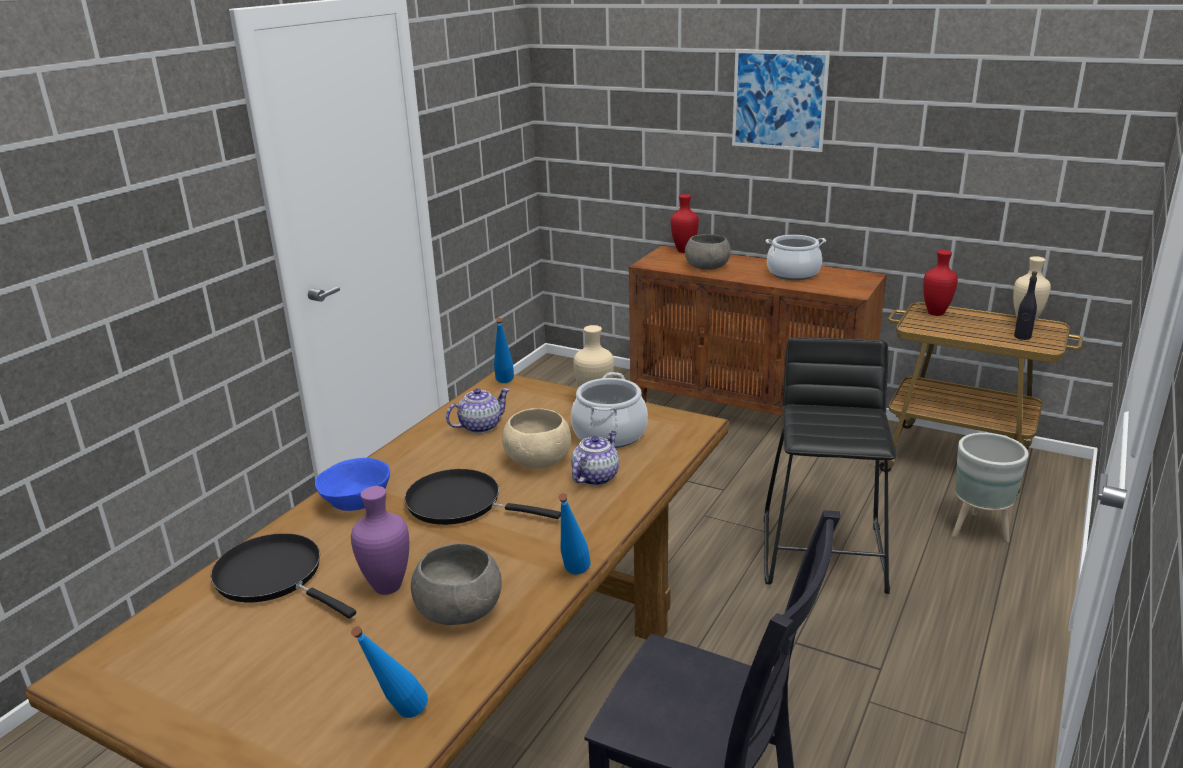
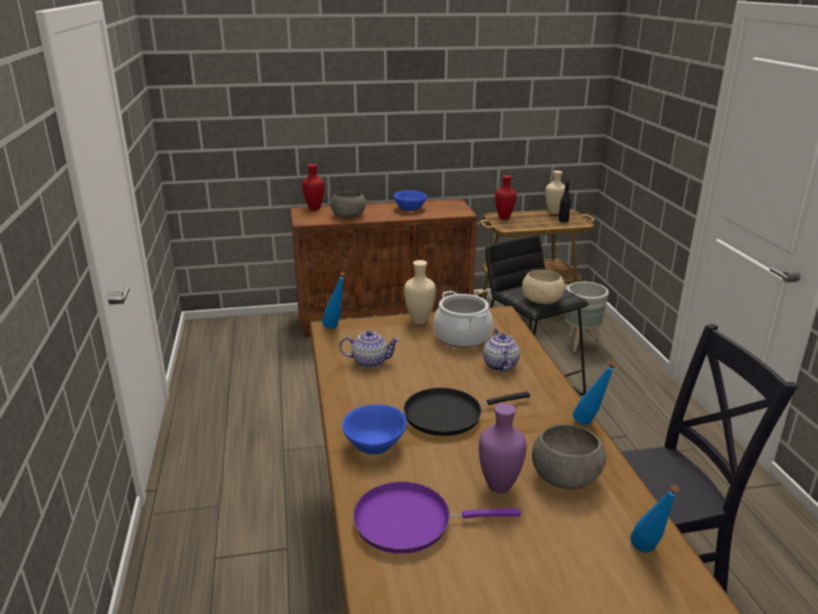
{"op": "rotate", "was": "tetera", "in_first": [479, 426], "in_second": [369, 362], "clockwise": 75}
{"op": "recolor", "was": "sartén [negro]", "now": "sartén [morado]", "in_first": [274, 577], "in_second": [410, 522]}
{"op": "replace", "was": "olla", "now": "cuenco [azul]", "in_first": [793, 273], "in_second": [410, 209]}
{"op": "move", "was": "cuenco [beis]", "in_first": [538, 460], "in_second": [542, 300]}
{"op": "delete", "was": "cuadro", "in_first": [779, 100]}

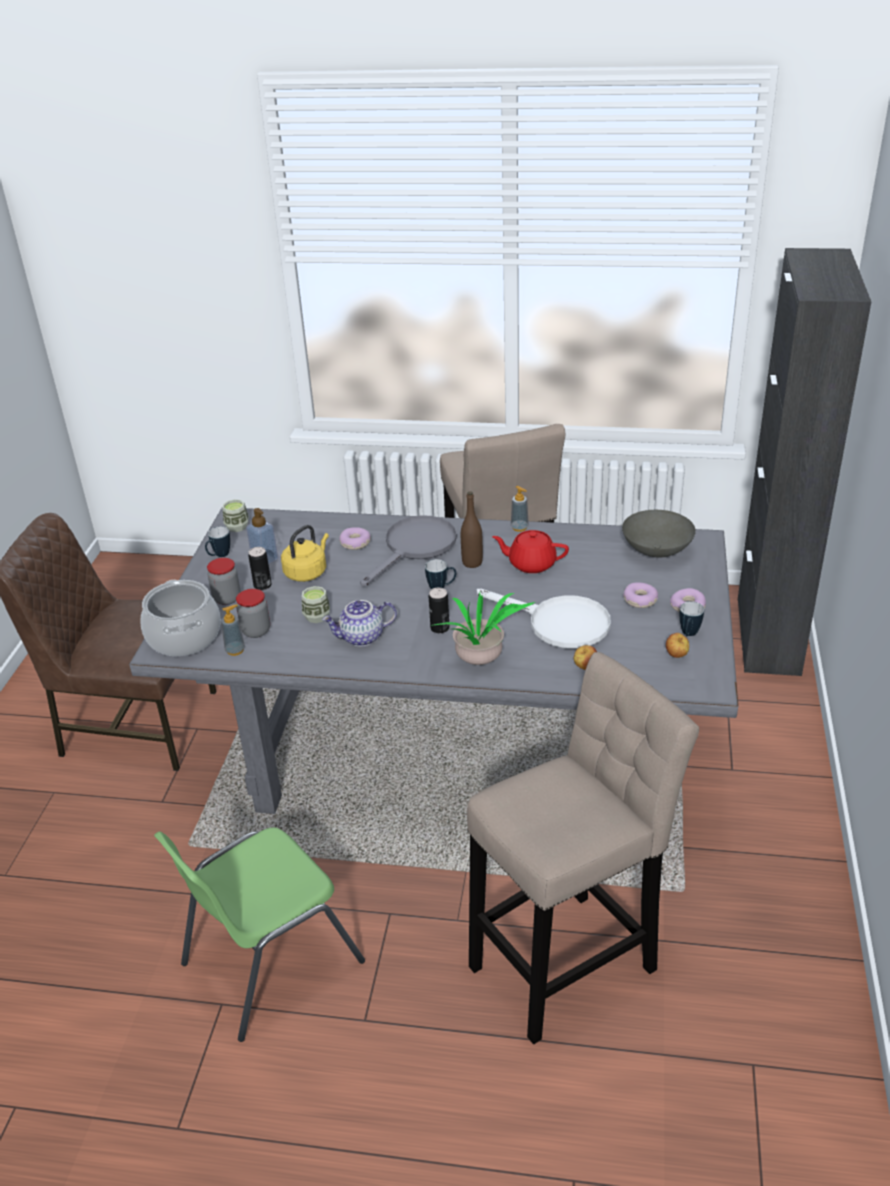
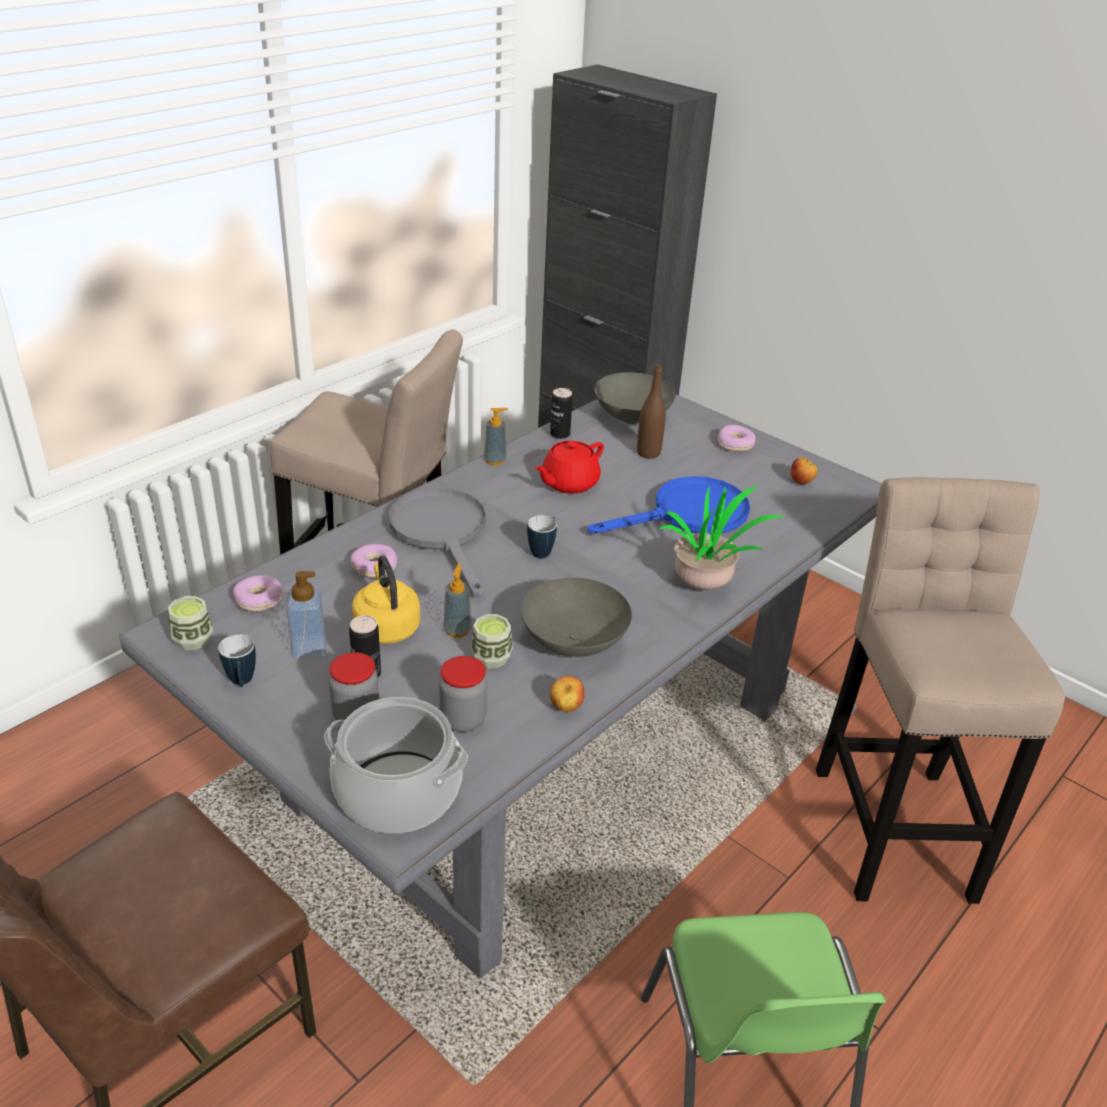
{"op": "move", "was": "rosquilla", "in_first": [640, 600], "in_second": [259, 600]}
{"op": "move", "was": "dispensador de jabón", "in_first": [235, 650], "in_second": [457, 630]}
{"op": "replace", "was": "tetera", "now": "cuenco [gris]", "in_first": [362, 638], "in_second": [575, 643]}
{"op": "move", "was": "lata", "in_first": [440, 628], "in_second": [560, 434]}
{"op": "move", "was": "manzana", "in_first": [585, 667], "in_second": [566, 708]}
{"op": "recolor", "was": "sartén [blanco]", "now": "sartén [azul]", "in_first": [558, 624], "in_second": [688, 515]}
{"op": "move", "was": "botella [marrón]", "in_first": [472, 563], "in_second": [648, 453]}
{"op": "delete", "was": "taza grande", "in_first": [688, 635]}

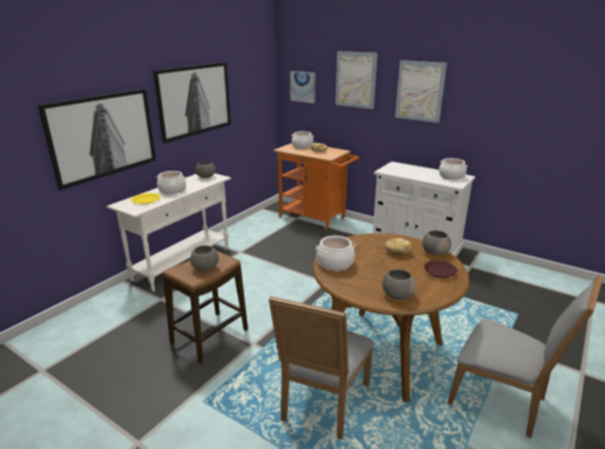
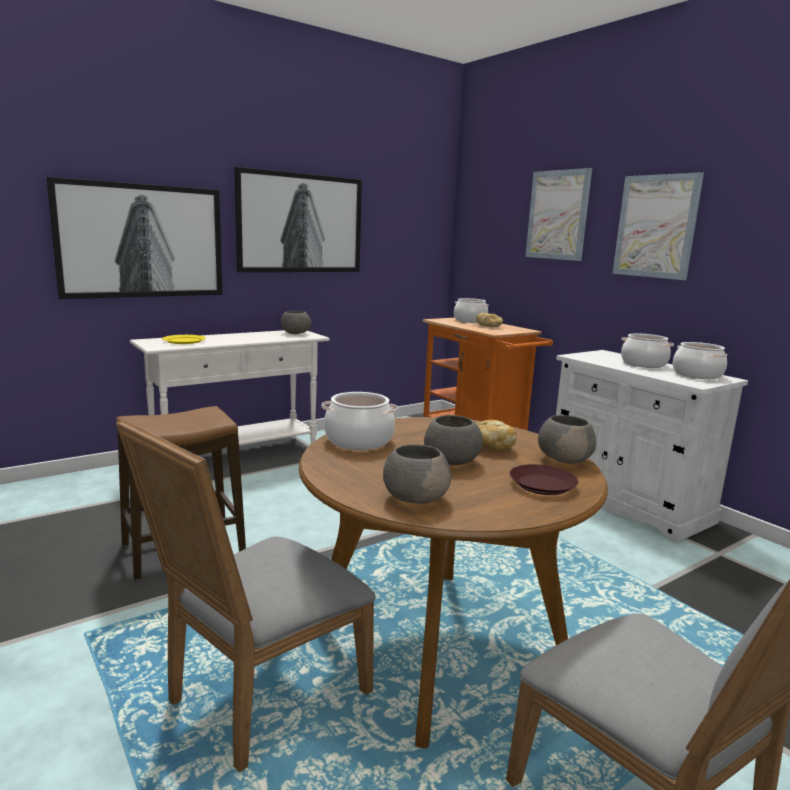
{"op": "move", "was": "cuenco [gris]", "in_first": [205, 268], "in_second": [450, 461]}
{"op": "move", "was": "olla", "in_first": [172, 190], "in_second": [643, 364]}
{"op": "delete", "was": "cuadro", "in_first": [303, 87]}

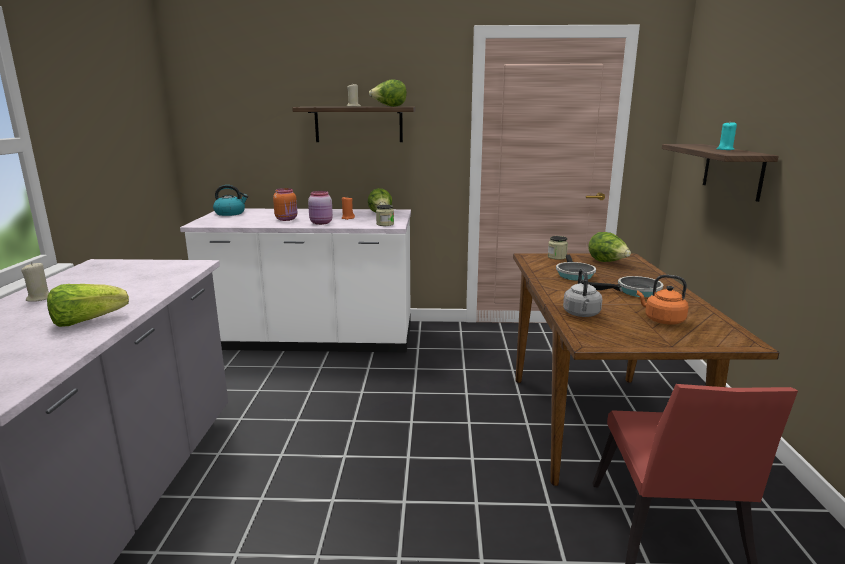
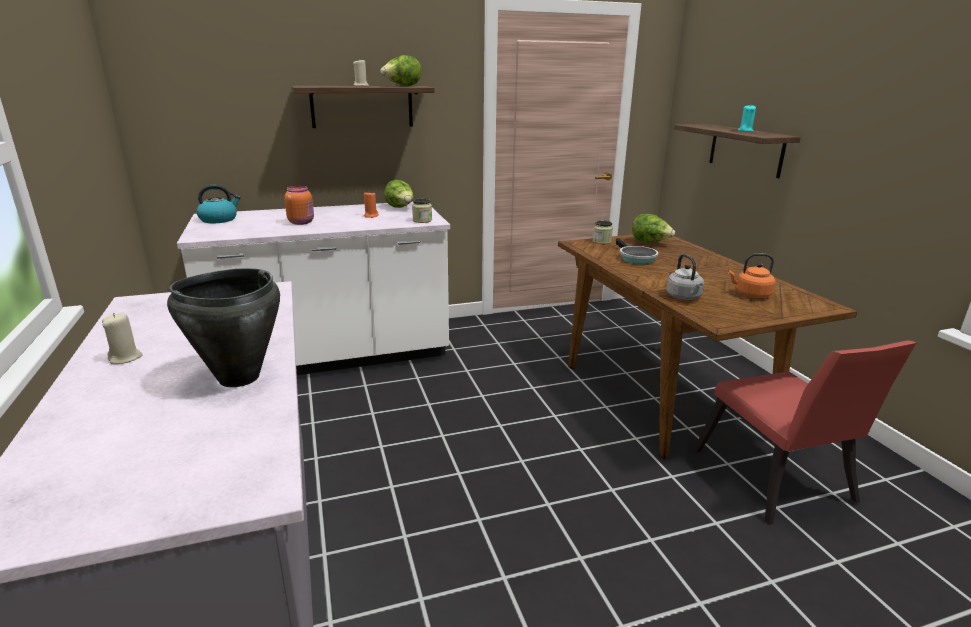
{"op": "replace", "was": "lechuga", "now": "olla [negro]", "in_first": [87, 321], "in_second": [238, 378]}
{"op": "delete", "was": "tarro [rosa]", "in_first": [321, 223]}
{"op": "delete", "was": "sartén", "in_first": [635, 291]}

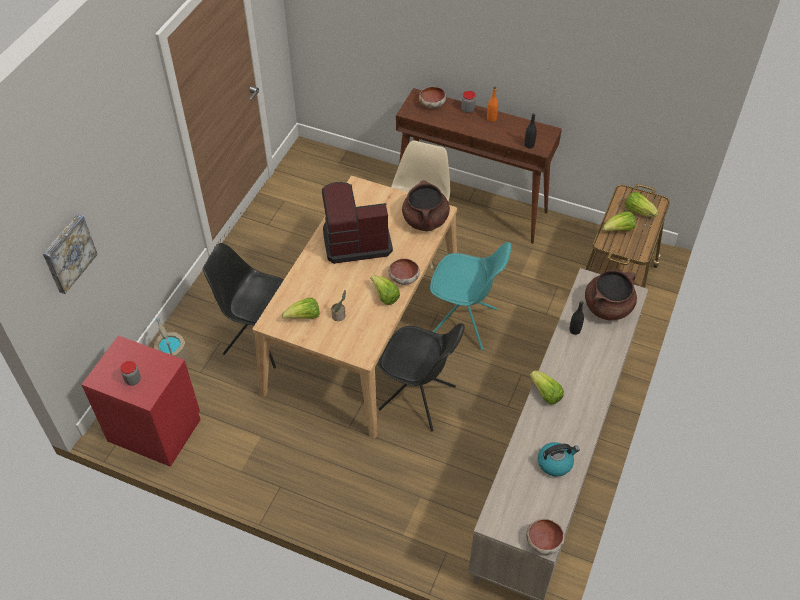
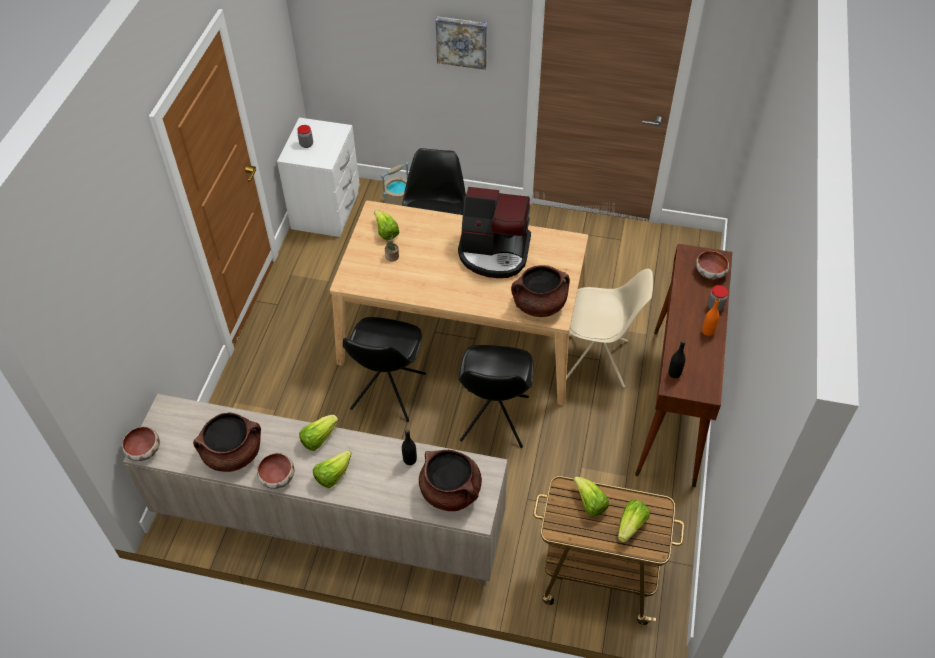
{"op": "replace", "was": "hervidor", "now": "olla [marrón]", "in_first": [555, 463], "in_second": [233, 453]}
{"op": "move", "was": "cuenco", "in_first": [404, 277], "in_second": [278, 478]}
{"op": "recolor", "was": "mesita de noche [rojo]", "now": "mesita de noche [blanco]", "in_first": [155, 428], "in_second": [327, 211]}
{"op": "move", "was": "lechuga", "in_first": [385, 296], "in_second": [333, 475]}
{"op": "move", "was": "cuadro", "in_first": [68, 253], "in_second": [462, 41]}
{"op": "rotate", "was": "cafetera", "in_first": [355, 240], "in_second": [494, 253], "clockwise": 120}
{"op": "recolor", "was": "silla [turquesa]", "now": "silla [negro]", "in_first": [464, 323], "in_second": [494, 420]}

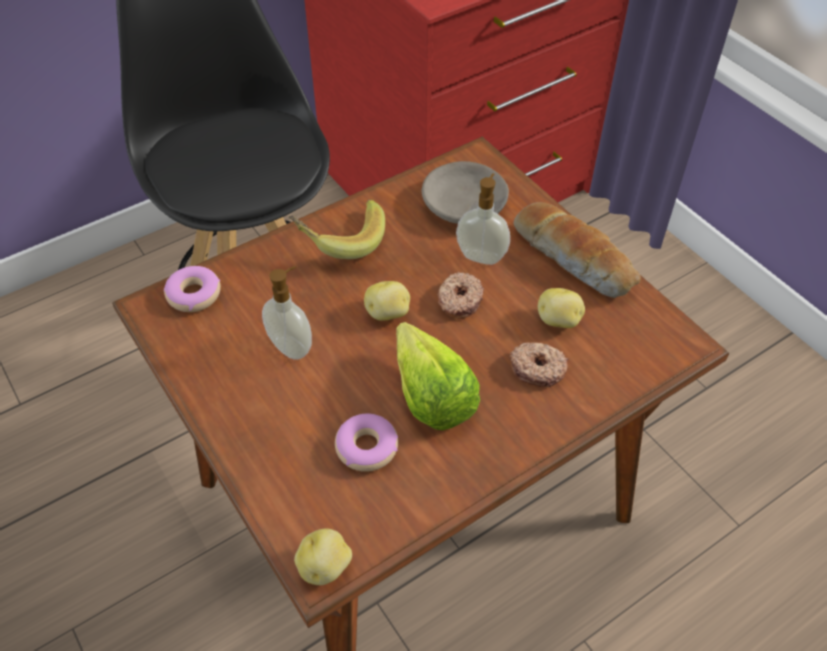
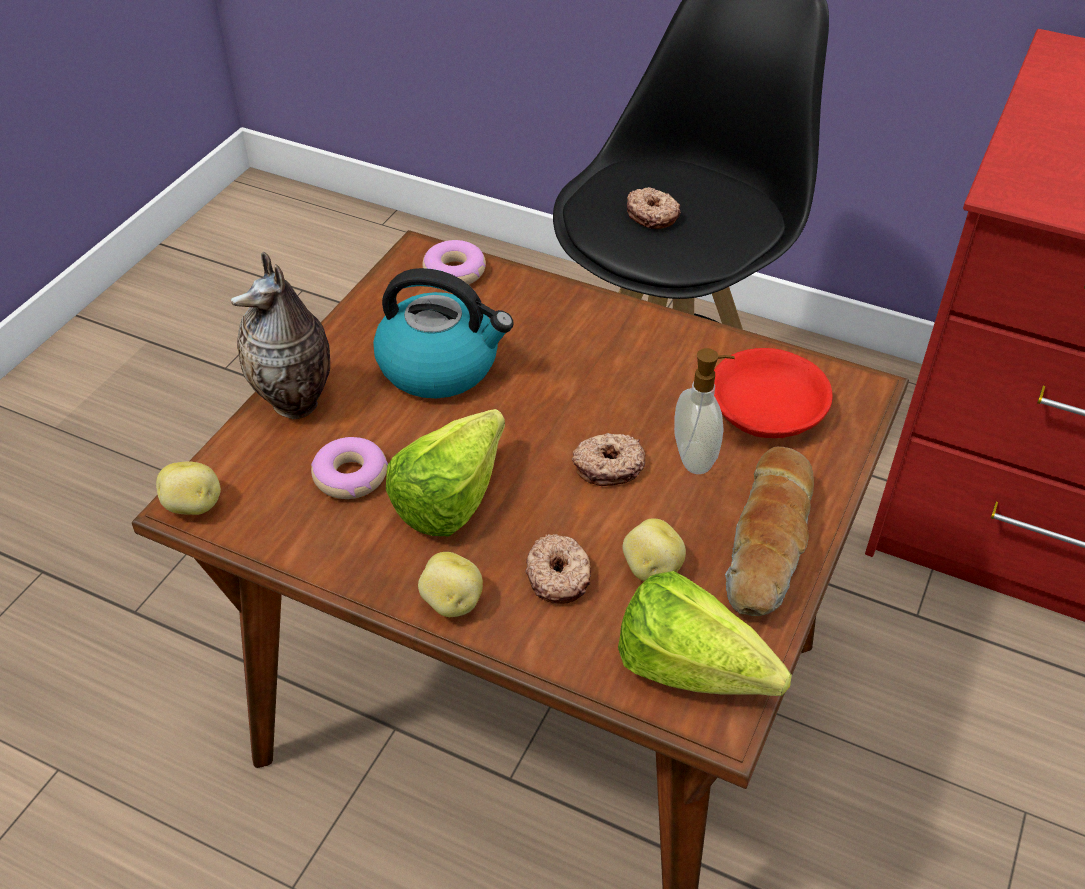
{"op": "insert", "now": "florero", "in_second": [297, 404]}
{"op": "replace", "was": "dispensador de jabón", "now": "hervidor", "in_first": [292, 346], "in_second": [440, 366]}
{"op": "move", "was": "patata", "in_first": [388, 313], "in_second": [451, 602]}
{"op": "insert", "now": "lechuga", "in_second": [702, 678]}
{"op": "insert", "now": "rosquilla", "in_second": [652, 215]}
{"op": "recolor", "was": "cuenco [gris]", "now": "cuenco [rojo]", "in_first": [464, 205], "in_second": [765, 410]}
{"op": "delete", "was": "plátano", "in_first": [340, 239]}

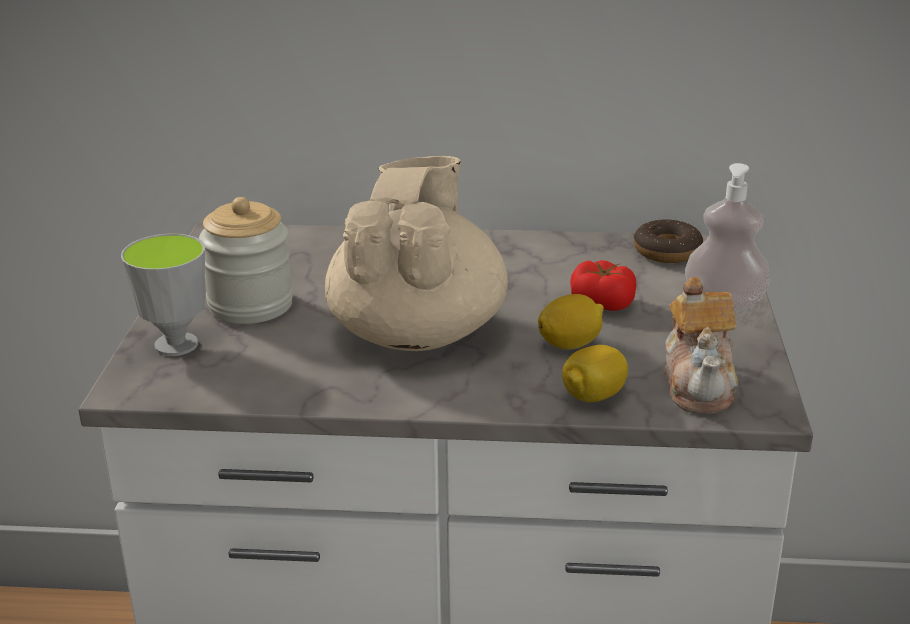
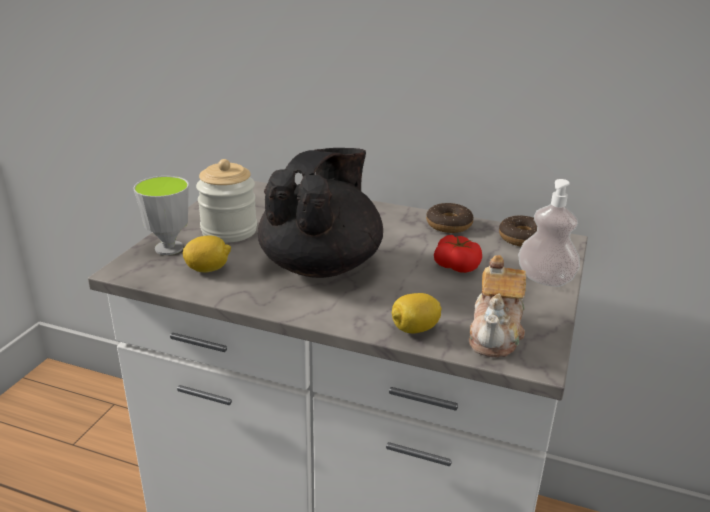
{"op": "move", "was": "limón", "in_first": [570, 344], "in_second": [208, 269]}
{"op": "recolor", "was": "tetera [beis]", "now": "tetera [negro]", "in_first": [418, 332], "in_second": [322, 265]}
{"op": "insert", "now": "rosquilla", "in_second": [449, 225]}

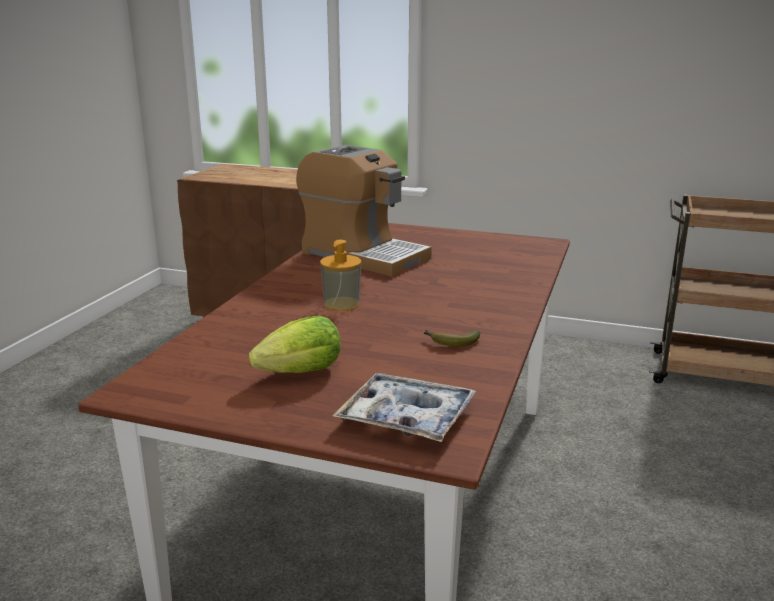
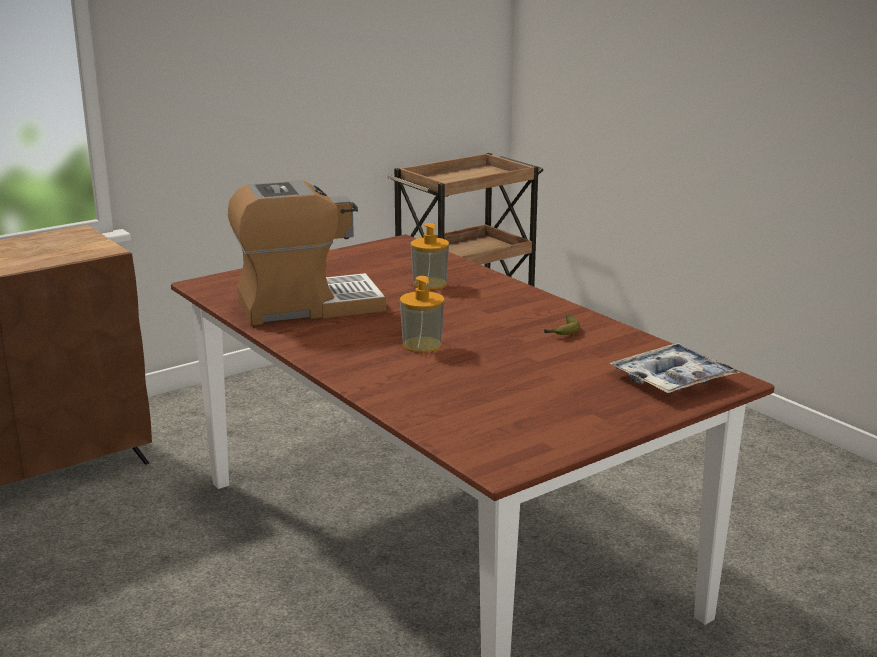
{"op": "insert", "now": "dispensador de jabón", "in_second": [429, 283]}
{"op": "delete", "was": "lechuga", "in_first": [302, 372]}

